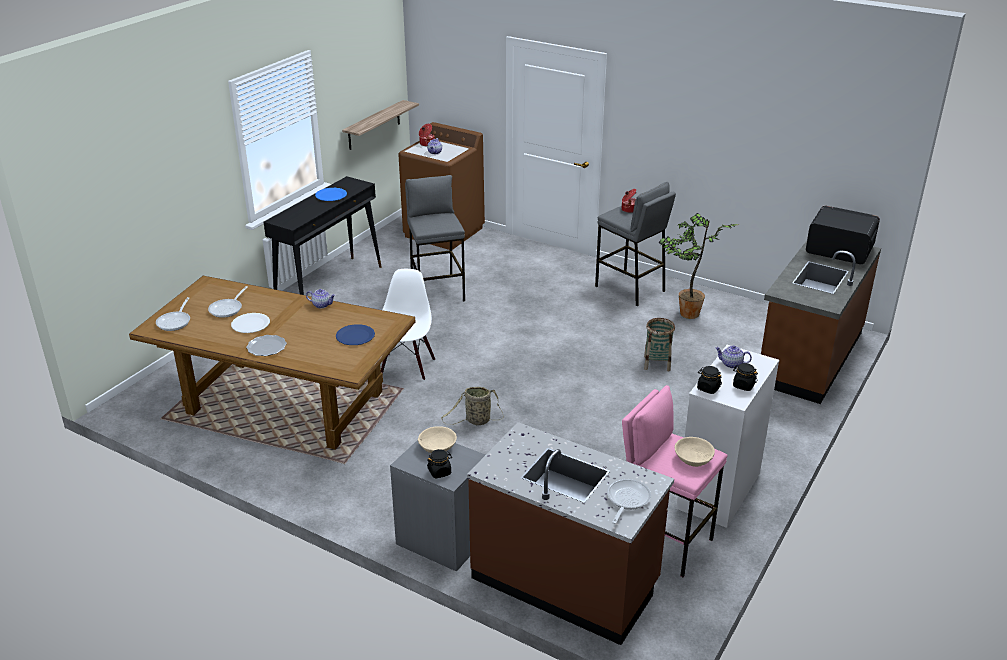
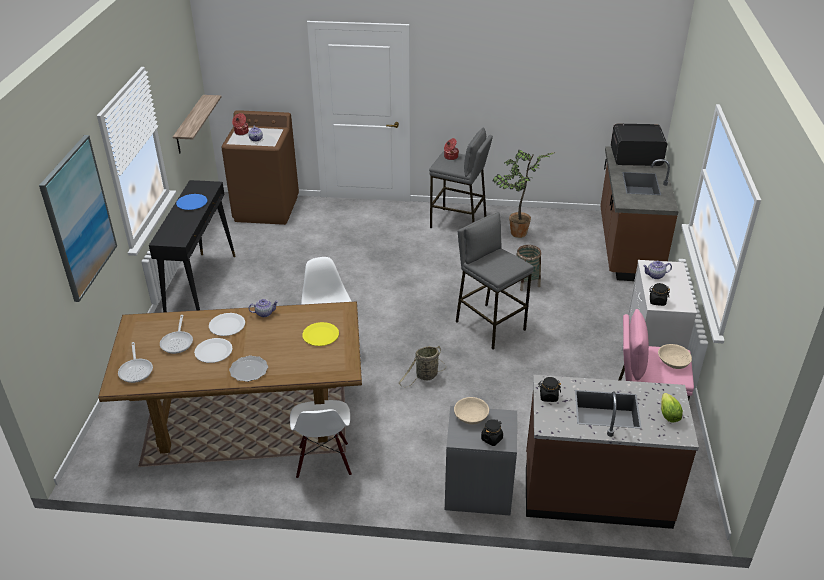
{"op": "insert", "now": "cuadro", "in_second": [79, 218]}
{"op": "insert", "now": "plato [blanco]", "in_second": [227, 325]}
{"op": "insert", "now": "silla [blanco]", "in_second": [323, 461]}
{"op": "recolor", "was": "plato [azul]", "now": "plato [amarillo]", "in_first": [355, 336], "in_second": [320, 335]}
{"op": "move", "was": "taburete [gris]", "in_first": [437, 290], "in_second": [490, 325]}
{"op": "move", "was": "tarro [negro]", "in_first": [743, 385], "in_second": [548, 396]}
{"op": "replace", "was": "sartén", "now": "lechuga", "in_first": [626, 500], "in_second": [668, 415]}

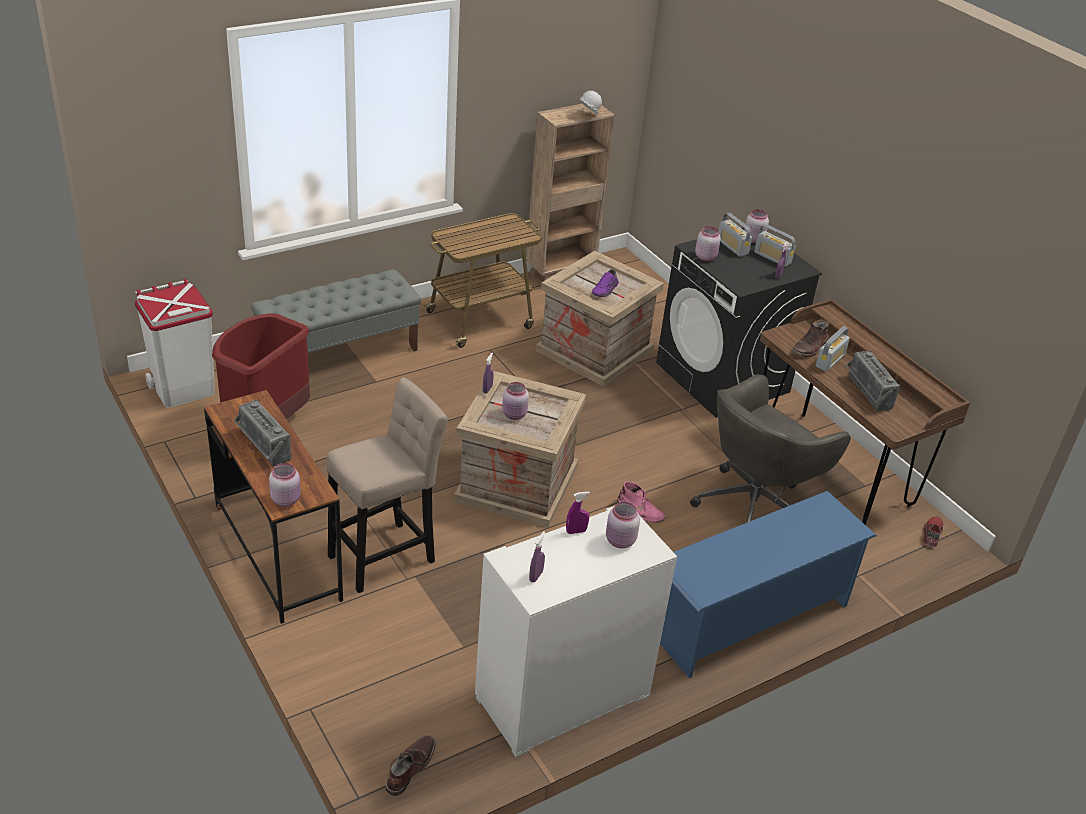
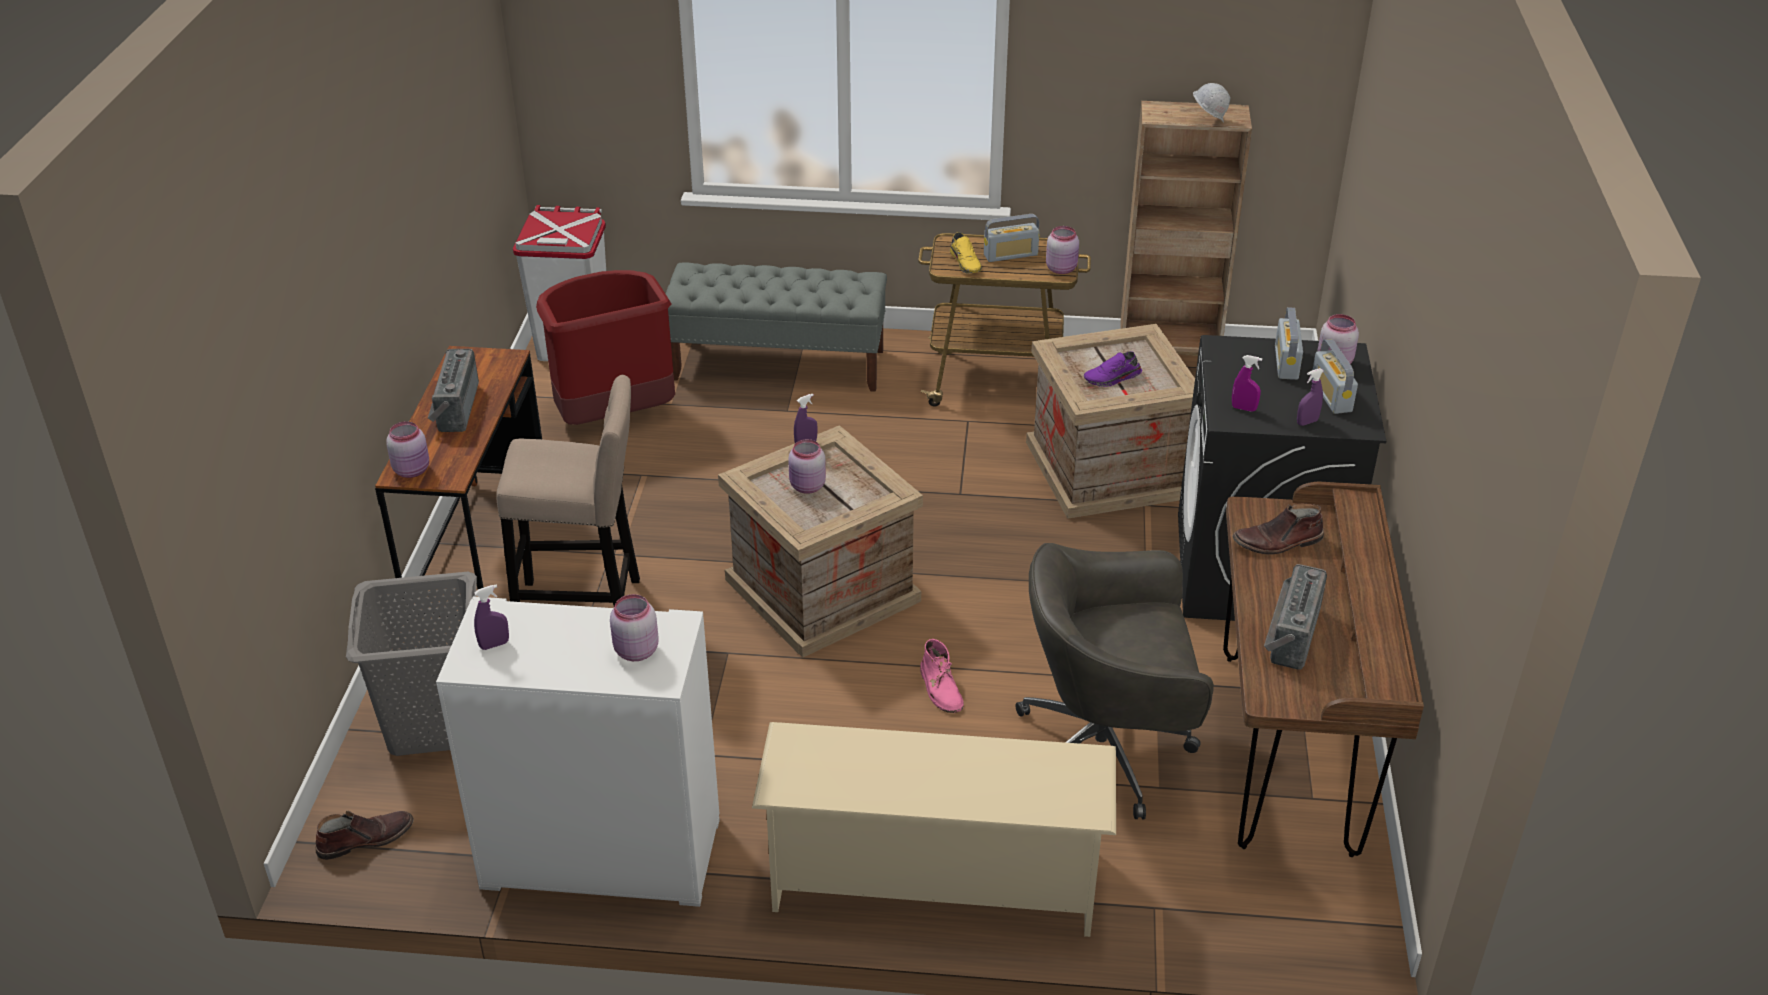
{"op": "insert", "now": "cesto de la ropa [gris]", "in_second": [436, 723]}
{"op": "recolor", "was": "zapatero [azul]", "now": "zapatero [beis]", "in_first": [748, 617], "in_second": [933, 881]}
{"op": "insert", "now": "zapato [amarillo]", "in_second": [966, 262]}
{"op": "move", "was": "radio", "in_first": [830, 360], "in_second": [1010, 255]}
{"op": "move", "was": "tarro [rosa]", "in_first": [705, 257], "in_second": [1062, 268]}
{"op": "move", "was": "pulverizador [morado]", "in_first": [576, 531], "in_second": [1244, 408]}
{"op": "delete", "was": "zapato [rojo]", "in_first": [931, 534]}

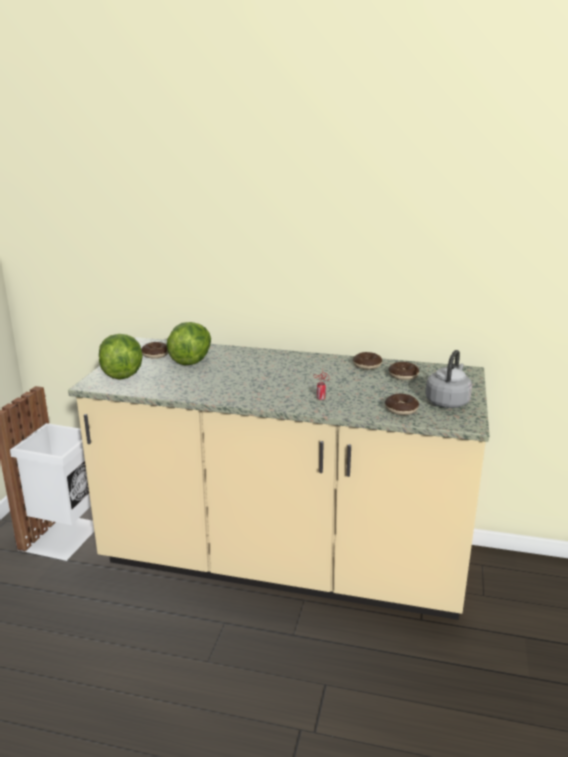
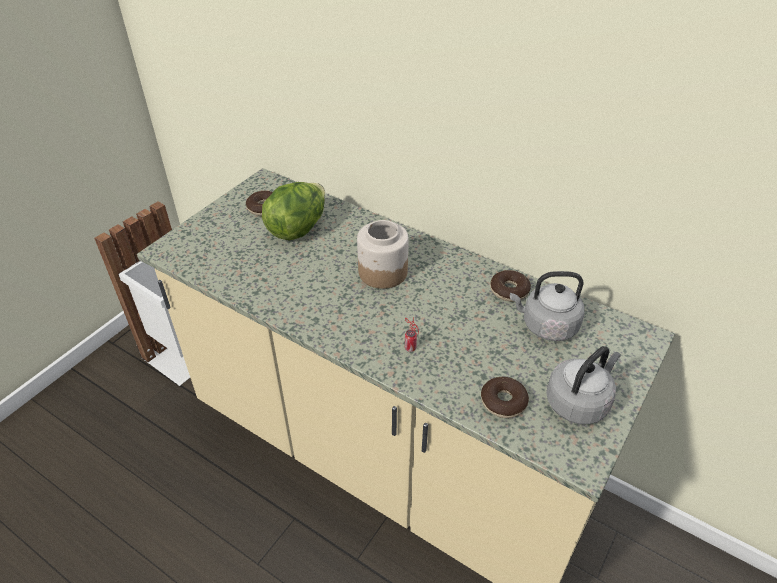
{"op": "insert", "now": "tarro", "in_second": [382, 272]}
{"op": "replace", "was": "rosquilla", "now": "hervidor [gris]", "in_first": [403, 376], "in_second": [546, 326]}
{"op": "delete", "was": "lechuga", "in_first": [122, 373]}

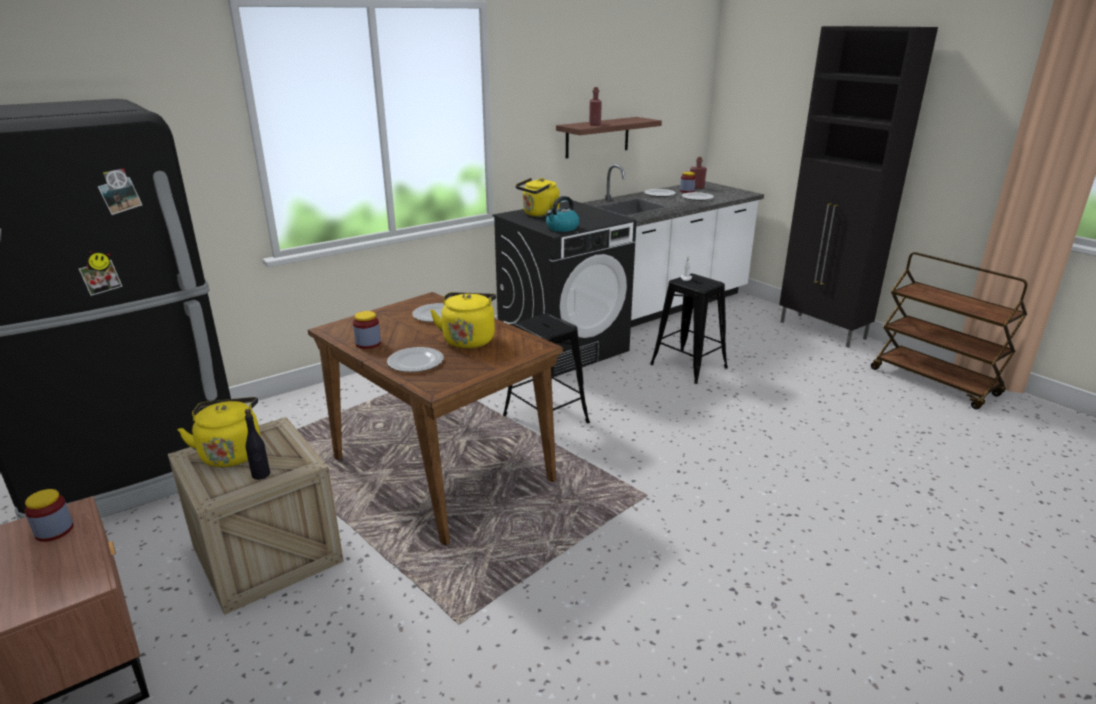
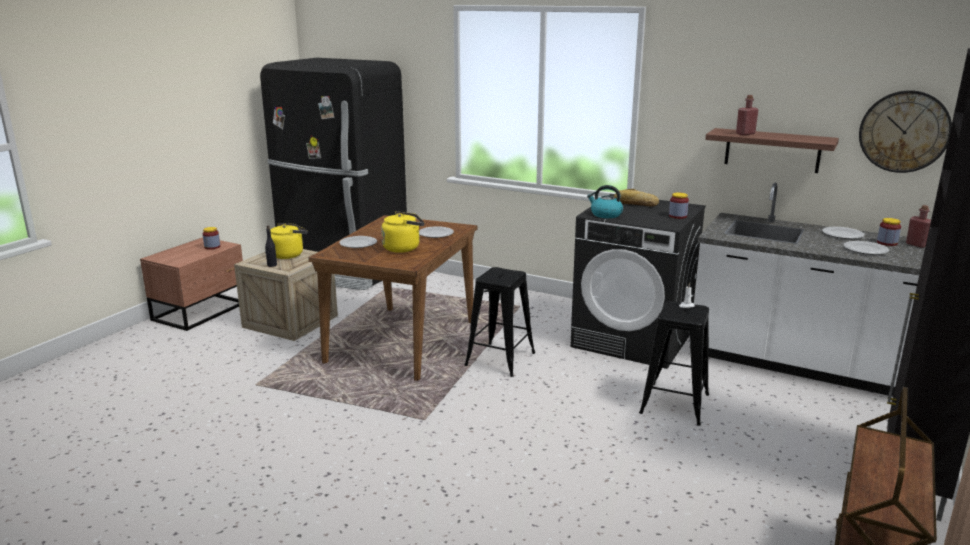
{"op": "replace", "was": "hervidor [amarillo]", "now": "pan", "in_first": [539, 214], "in_second": [634, 203]}
{"op": "move", "was": "tarro", "in_first": [368, 343], "in_second": [677, 216]}
{"op": "insert", "now": "reloj de pared", "in_second": [904, 131]}

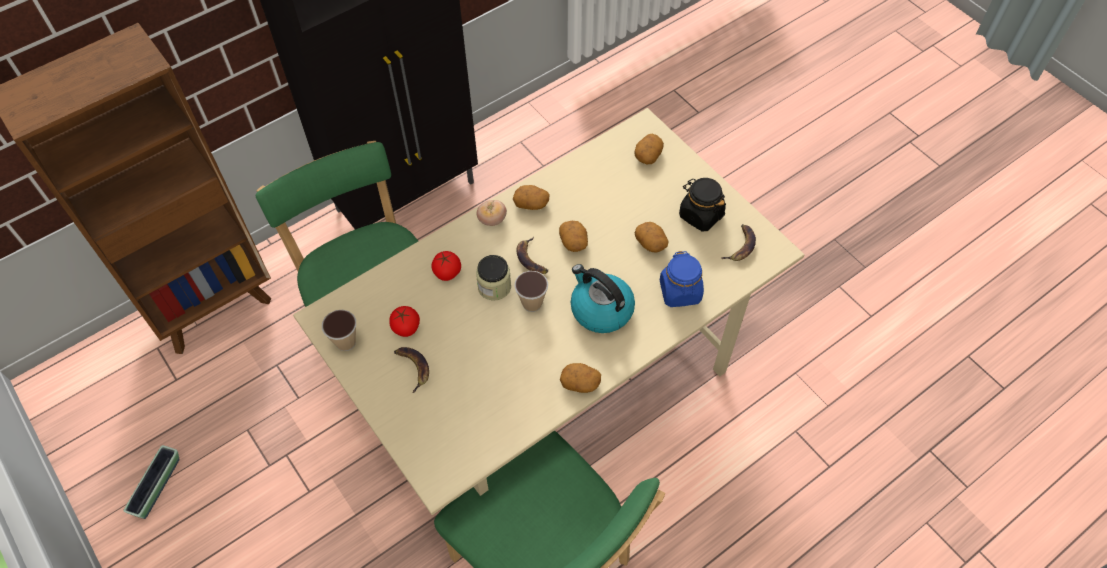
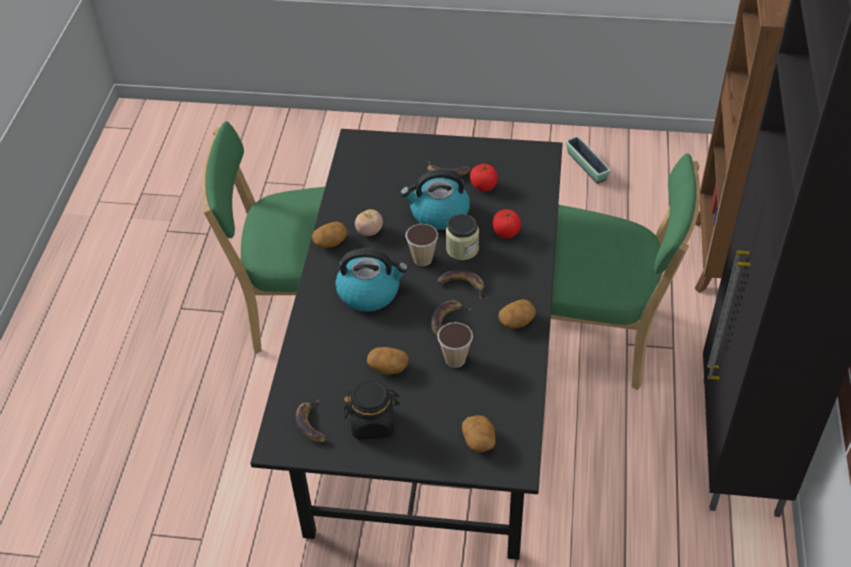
{"op": "recolor", "was": "mesa de comedor [beis]", "now": "mesa de comedor [negro]", "in_first": [554, 384], "in_second": [428, 411]}
{"op": "move", "was": "tomate", "in_first": [492, 220], "in_second": [369, 231]}
{"op": "insert", "now": "hervidor", "in_second": [438, 214]}
{"op": "replace", "was": "patata", "now": "plátano", "in_first": [574, 242], "in_second": [447, 320]}
{"op": "move", "was": "taza", "in_first": [346, 342], "in_second": [455, 359]}
{"op": "delete", "was": "tarro [azul]", "in_first": [680, 292]}

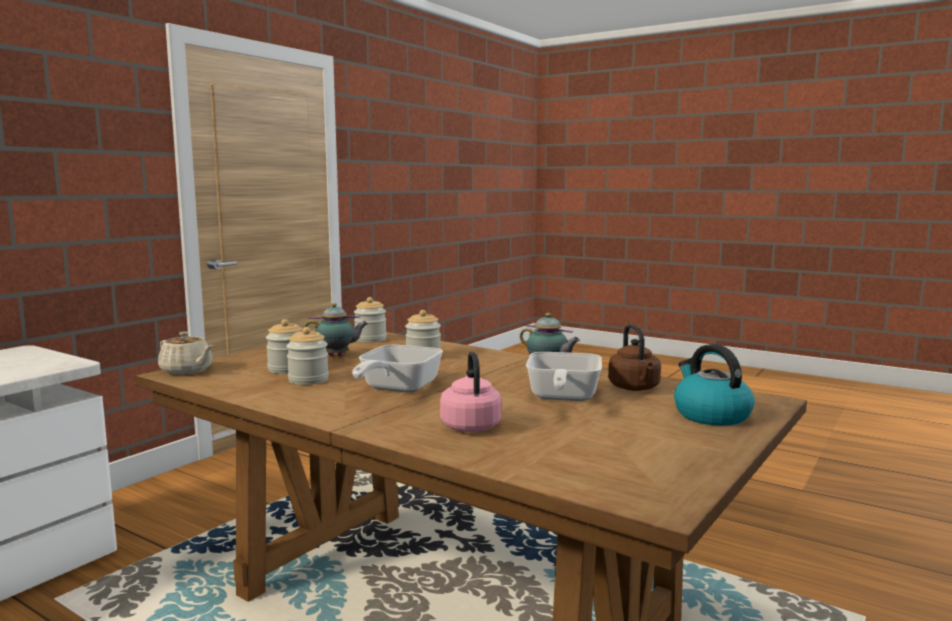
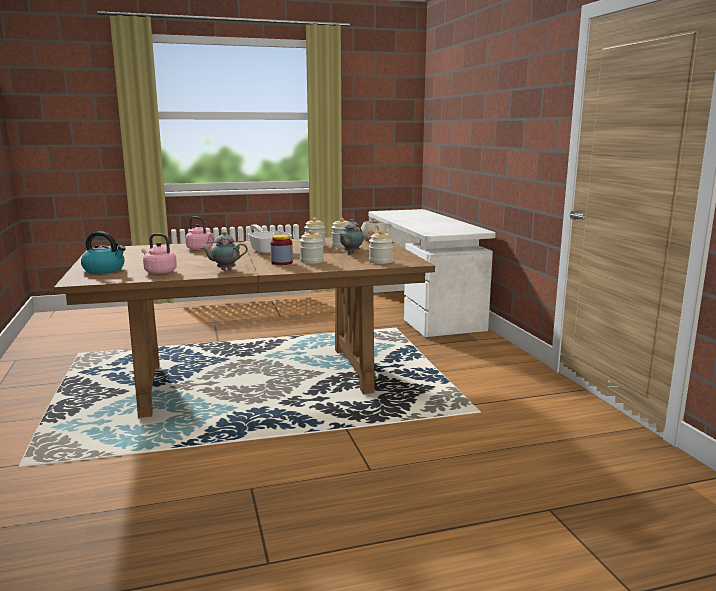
{"op": "recolor", "was": "hervidor [marrón]", "now": "hervidor [rosa]", "in_first": [635, 388], "in_second": [159, 272]}
{"op": "insert", "now": "tarro", "in_second": [282, 263]}
{"op": "delete", "was": "sartén", "in_first": [561, 398]}

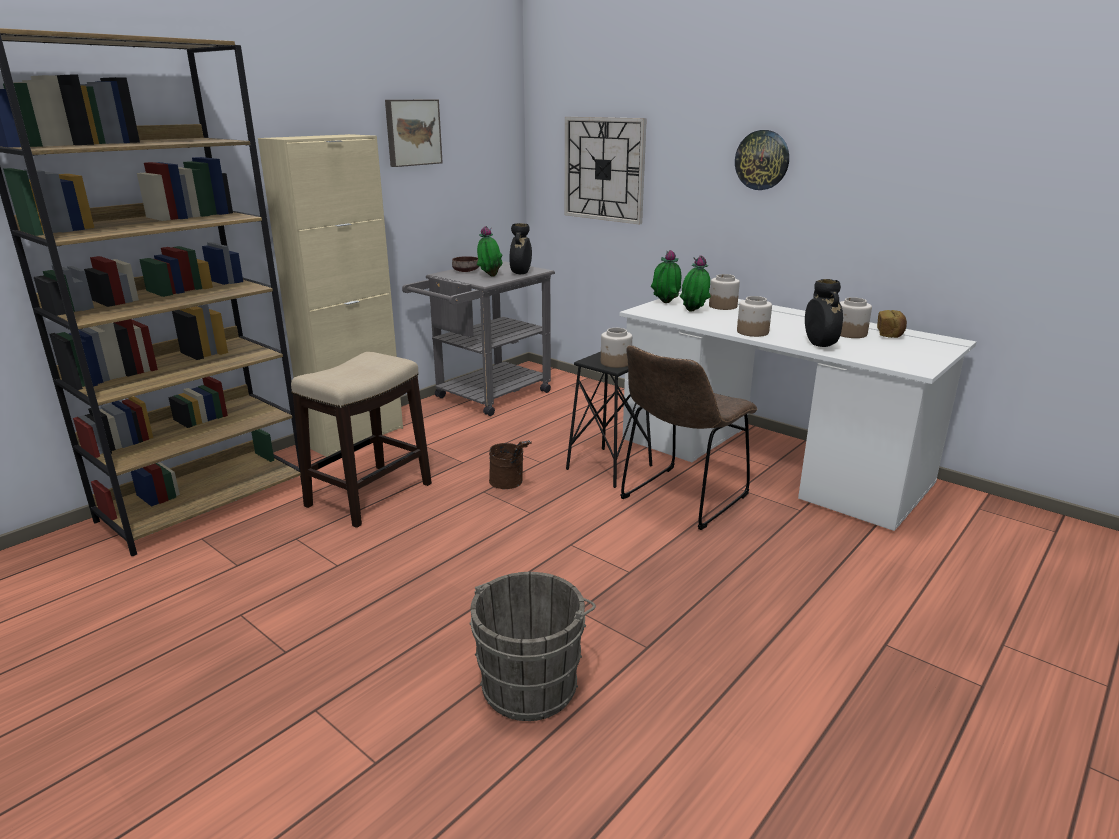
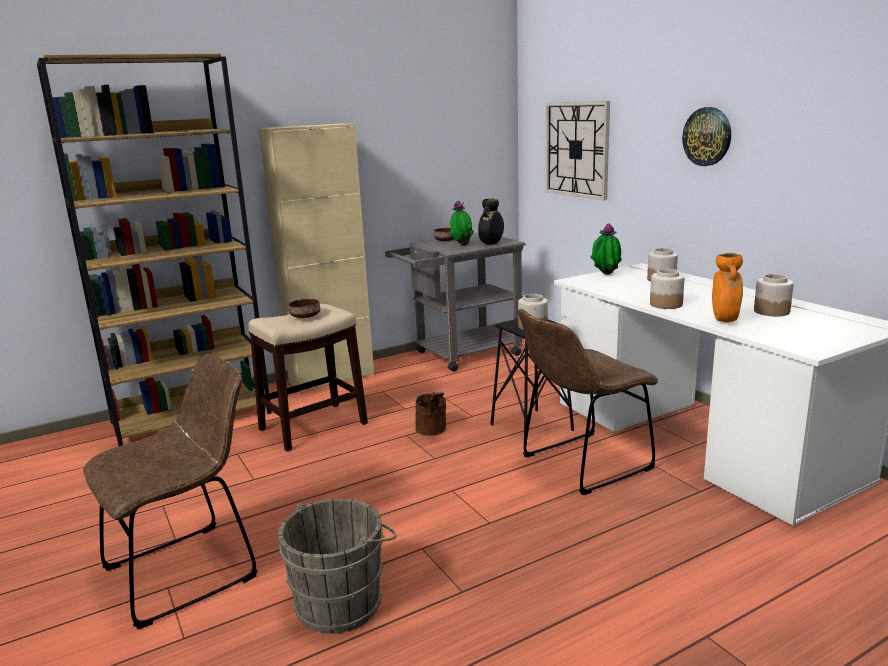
{"op": "insert", "now": "silla [marrón]", "in_second": [189, 570]}
{"op": "insert", "now": "cuenco [marrón]", "in_second": [305, 317]}
{"op": "recolor", "was": "florero [negro]", "now": "florero [naranja]", "in_first": [820, 345], "in_second": [724, 321]}
{"op": "delete", "was": "cuadro", "in_first": [412, 132]}
{"op": "delete", "was": "planta en maceta", "in_first": [694, 312]}
{"op": "delete", "was": "pan", "in_first": [890, 334]}

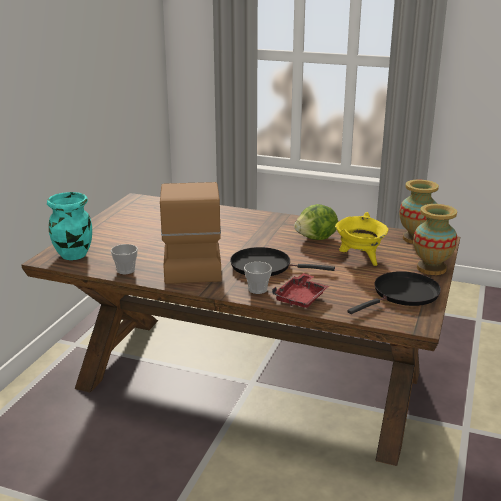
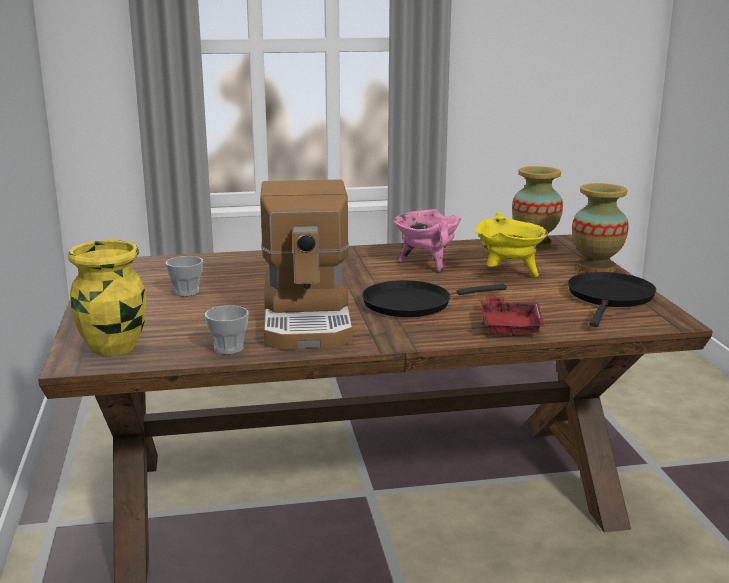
{"op": "recolor", "was": "florero [turquesa]", "now": "florero [amarillo]", "in_first": [73, 255], "in_second": [114, 348]}
{"op": "move", "was": "taza", "in_first": [257, 289], "in_second": [186, 292]}
{"op": "rotate", "was": "cafetera", "in_first": [191, 262], "in_second": [309, 320], "clockwise": -150}
{"op": "replace", "was": "lechuga", "now": "olla [rosa]", "in_first": [316, 238], "in_second": [426, 264]}

